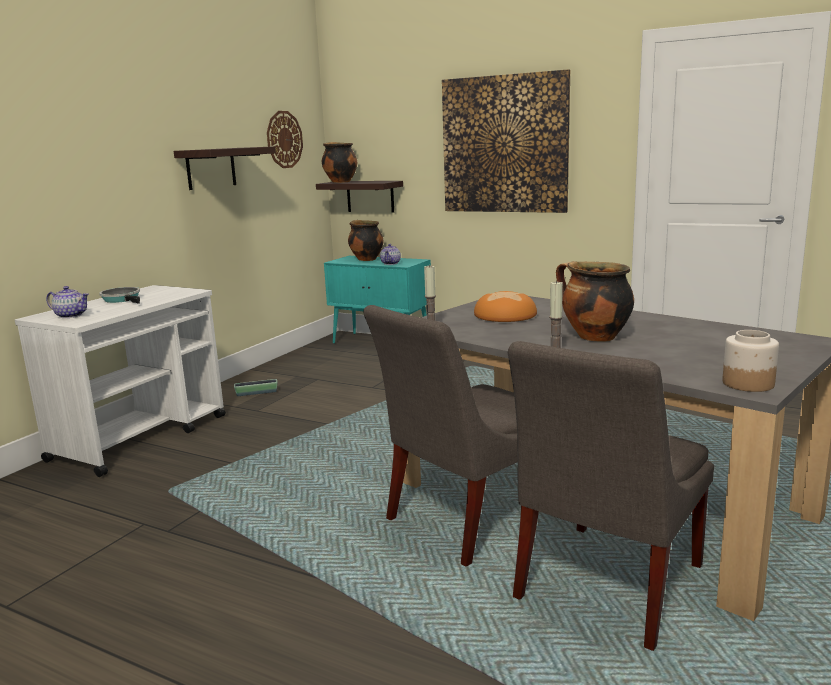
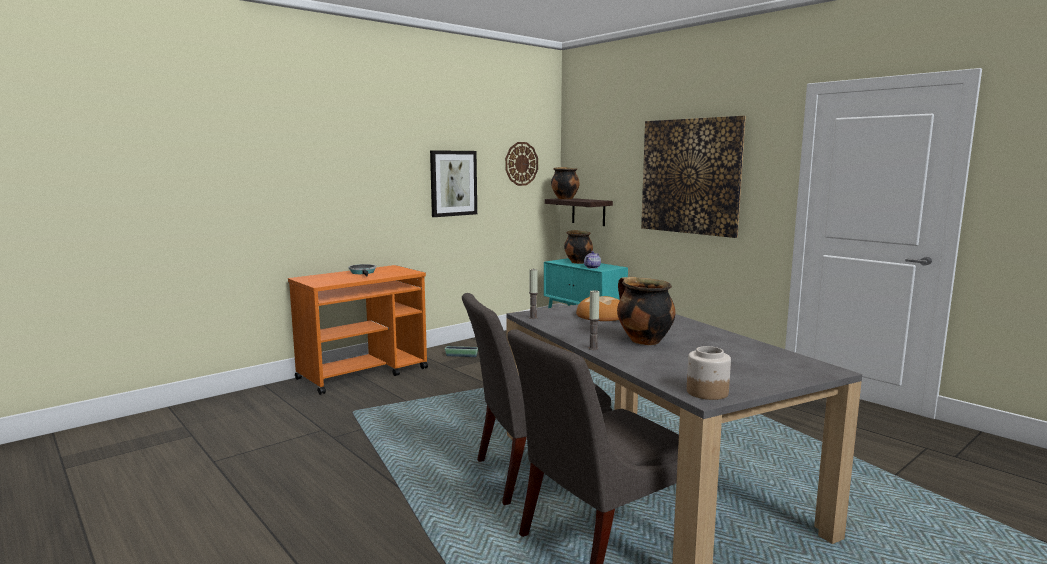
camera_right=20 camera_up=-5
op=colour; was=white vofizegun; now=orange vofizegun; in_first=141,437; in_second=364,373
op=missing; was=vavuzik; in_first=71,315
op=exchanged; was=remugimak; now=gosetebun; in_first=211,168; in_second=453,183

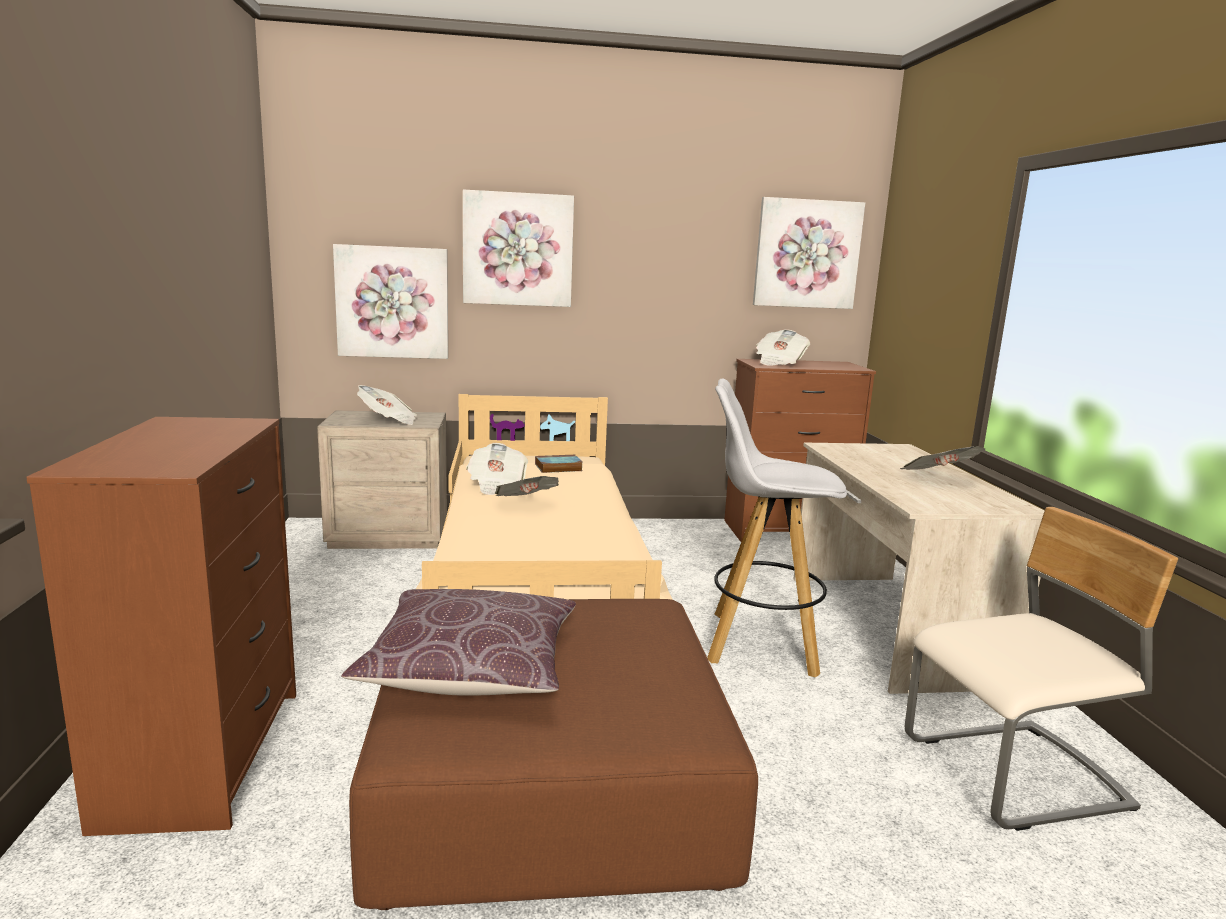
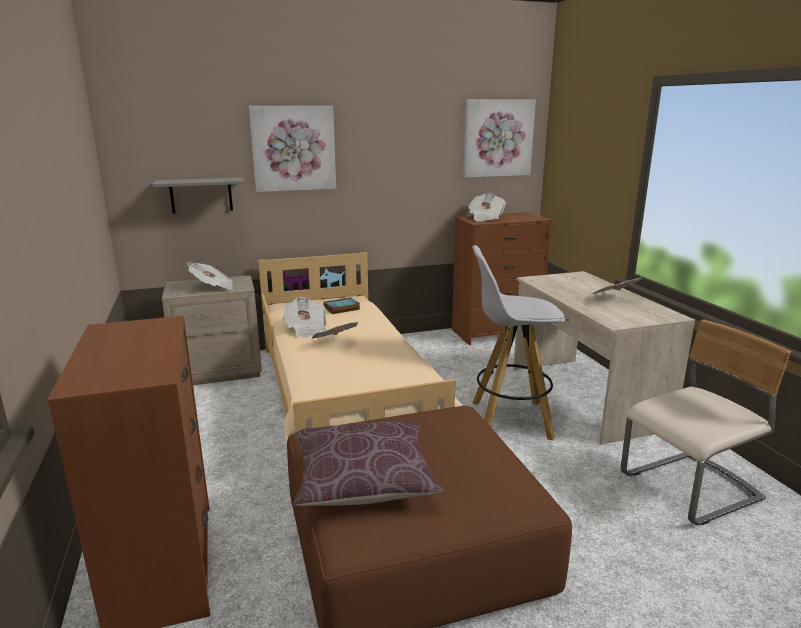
camera_right=-10 camera_up=5
op=exchanged; was=gosetebun; now=grey remugimak; in_first=393,302; in_second=201,195

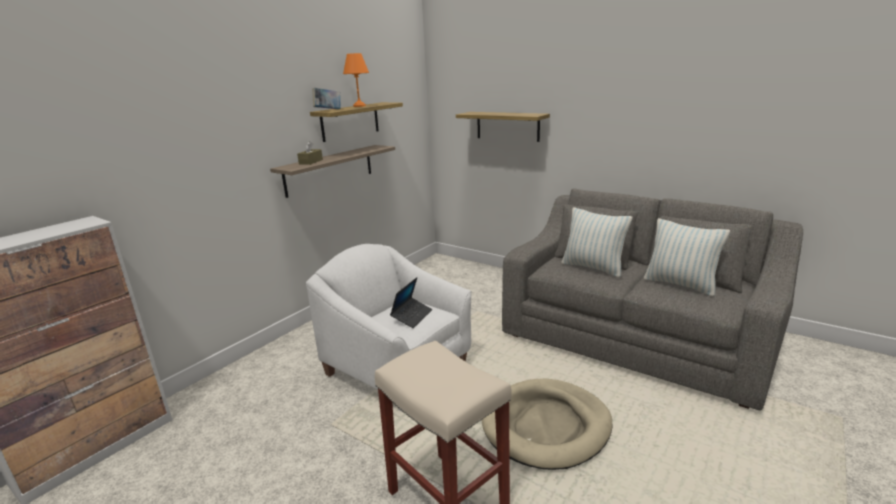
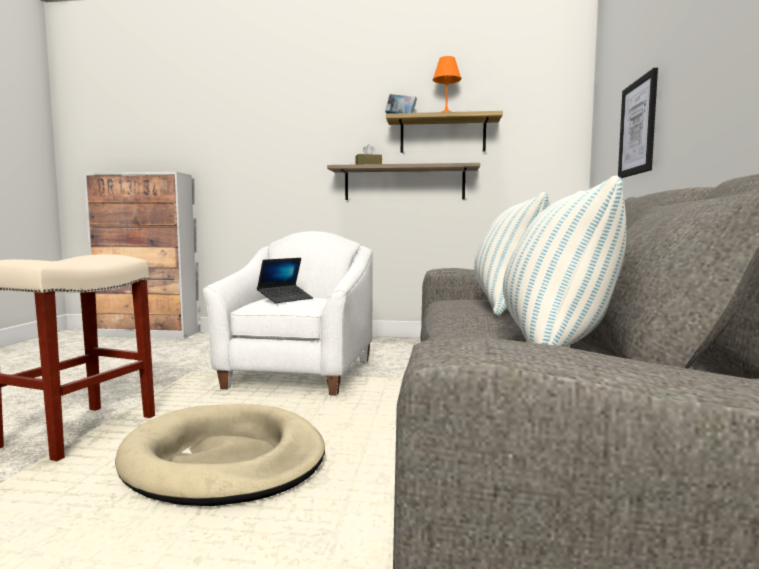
camera_right=60 camera_up=-15
op=spun; was=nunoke; in_first=412,316; in_second=285,299; clockwise=-45
op=exchanged; was=remugimak; now=gosetebun; in_first=507,126; in_second=638,127

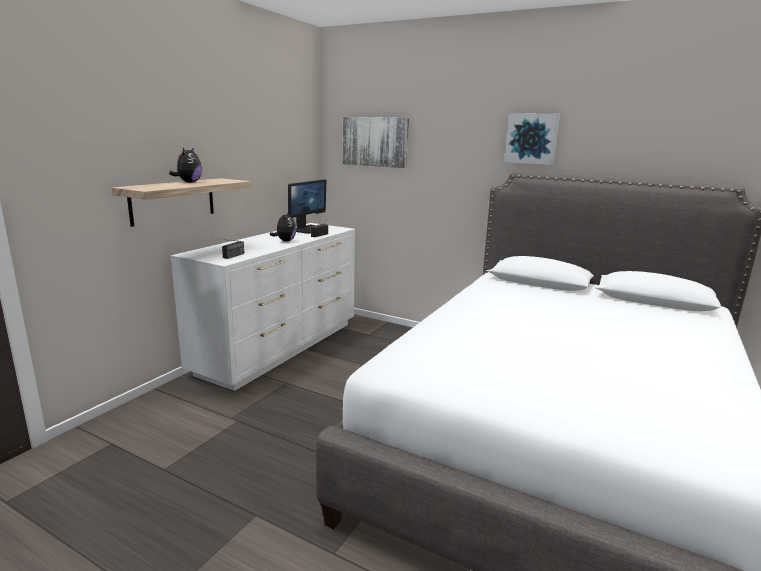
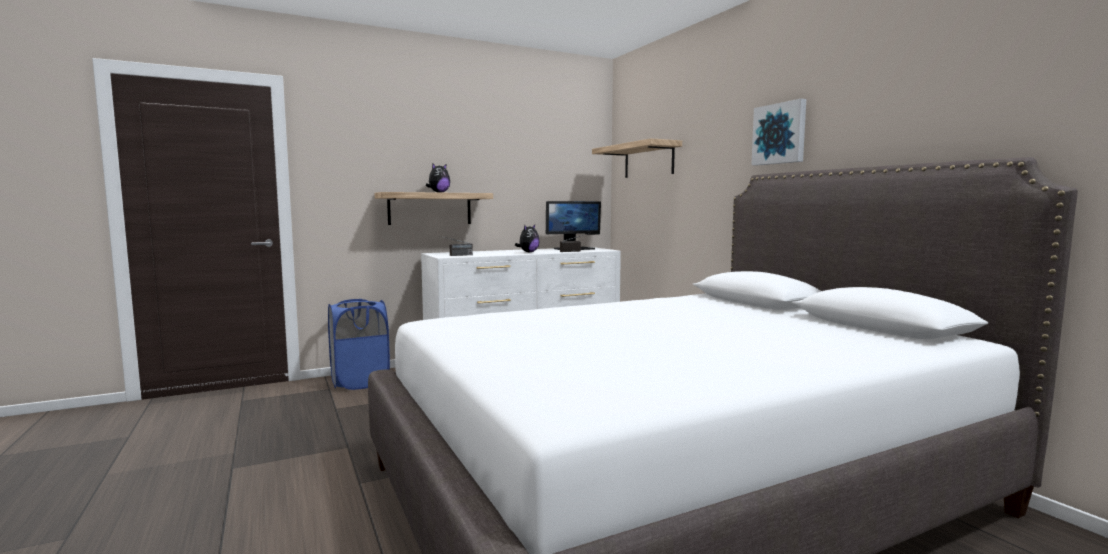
camera_right=35 camera_up=-10
op=exchanged; was=gosetebun; now=remugimak; in_first=375,141; in_second=648,160
op=appeared; now=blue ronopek; in_second=360,382

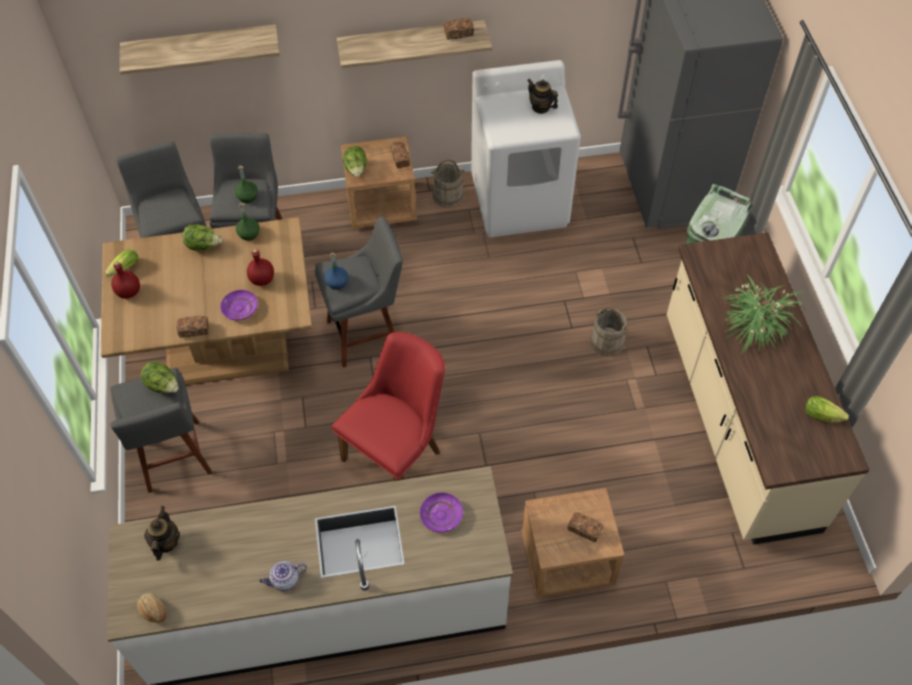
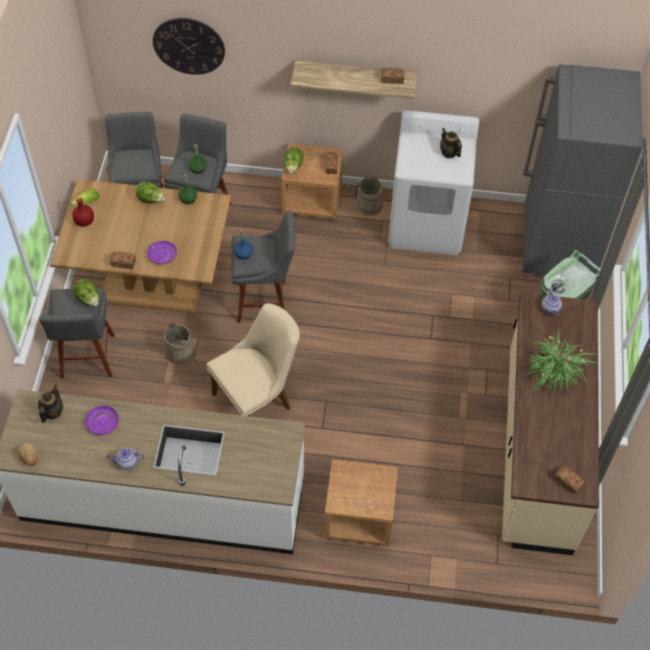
camera_right=15 camera_up=0
op=exchanged; was=remugimak; now=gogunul; in_first=202,47; in_second=189,46
op=missing; was=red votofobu; in_first=262,280
op=colour; was=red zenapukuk; now=beige zenapukuk; in_first=398,450; in_second=258,398
op=relocated; was=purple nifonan; in_first=441,515; in_second=103,423
op=relocated; was=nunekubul; in_first=584,530; in_second=568,482
op=relocated; was=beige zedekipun; in_first=607,341; in_second=180,352
op=missing; was=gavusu; in_first=824,416
op=appeared; now=vavuzik; in_second=550,309

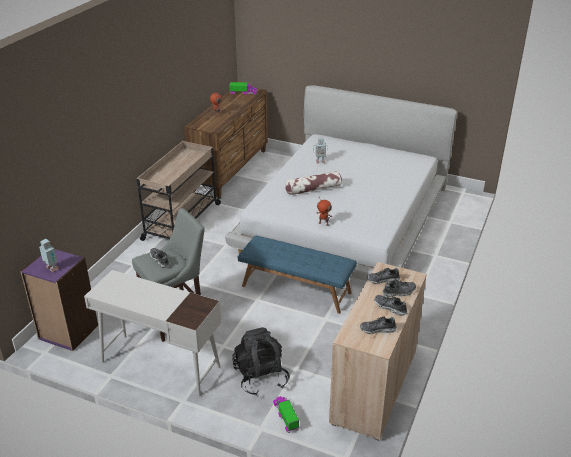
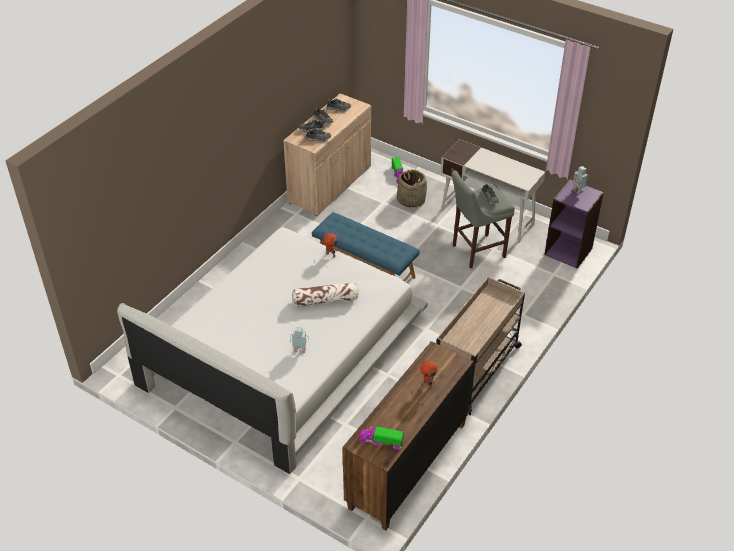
camera_right=-170 camera_up=10
op=exchanged; was=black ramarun; now=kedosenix; in_first=260,377; in_second=411,200

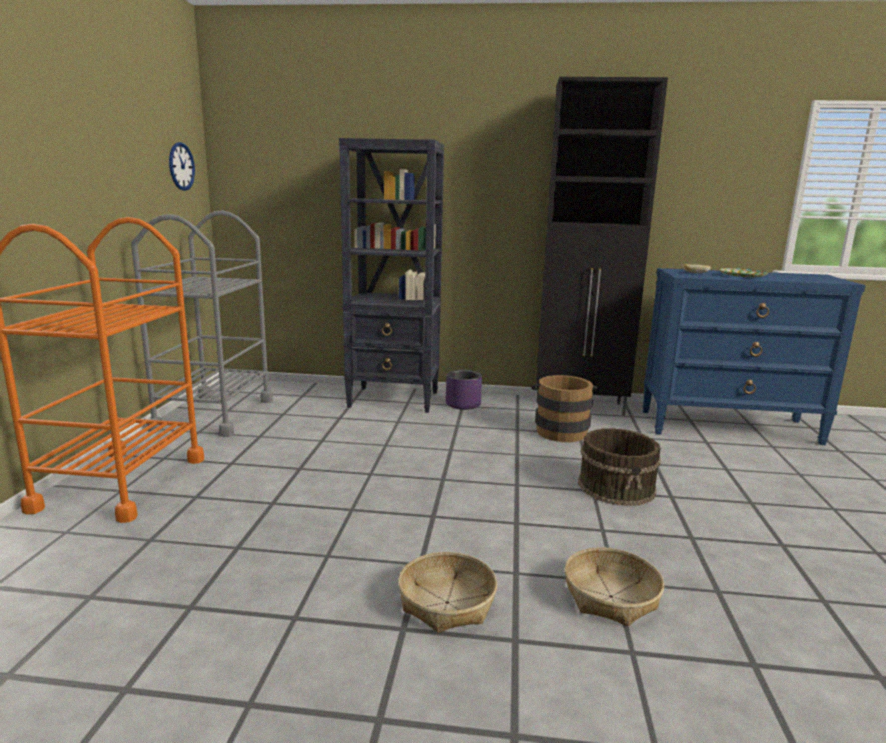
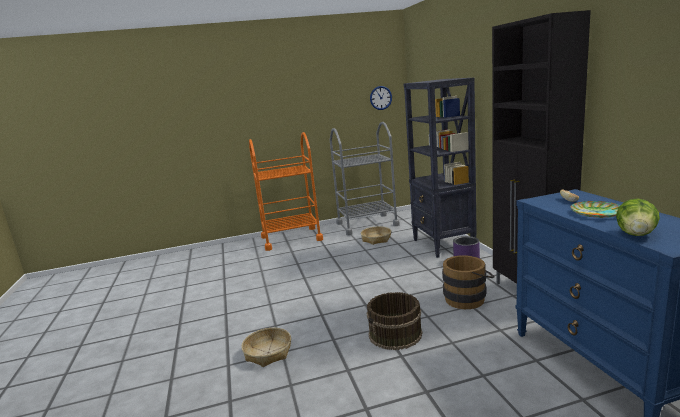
camera_right=70 camera_up=0
op=relocated; was=kedosenix; in_first=447,602; in_second=376,239
op=appeared; now=gavusu; in_second=636,234

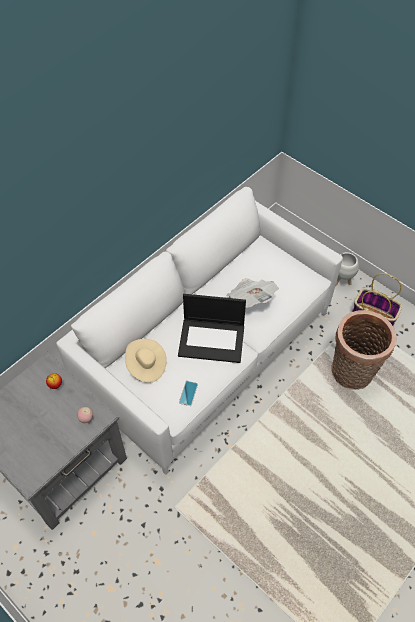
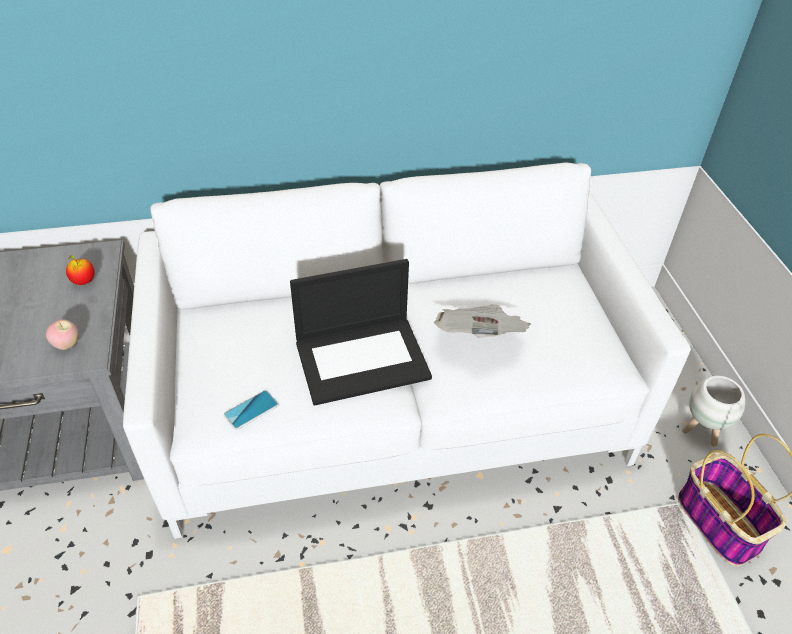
camera_right=35 camera_up=-10
op=missing; was=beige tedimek; in_first=146,366
op=spun; was=nunoke; in_first=212,340; in_second=363,358; clockwise=-60
op=missing; was=kedosenix; in_first=351,374

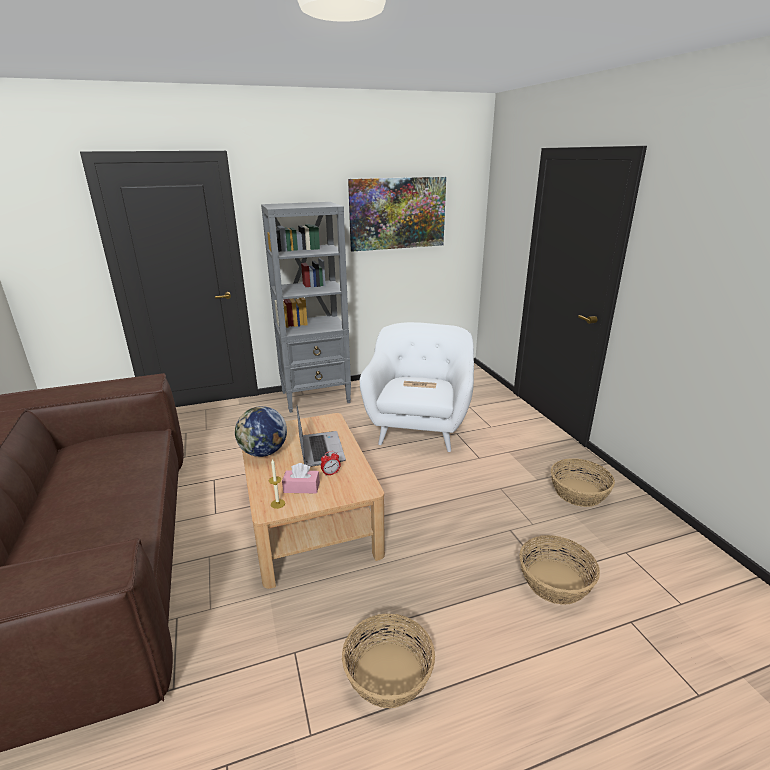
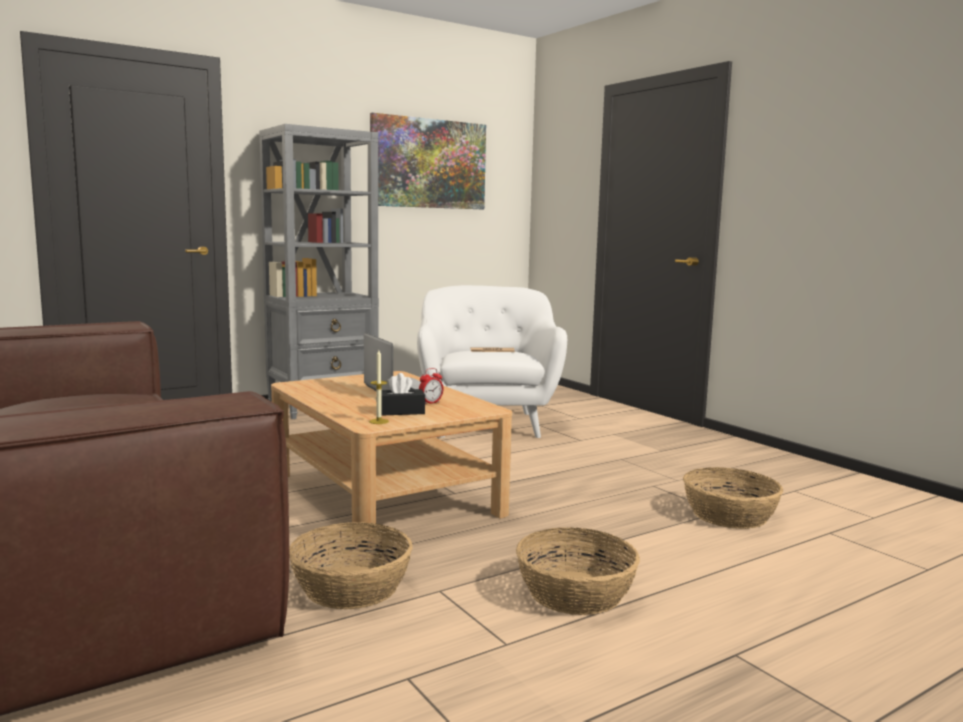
camera_right=-15 camera_up=-15
op=missing; was=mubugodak; in_first=263,452
op=colour; was=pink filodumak; now=black filodumak; in_first=301,487; in_second=400,412
op=relocated; was=kedosenix; in_first=578,493; in_second=350,587

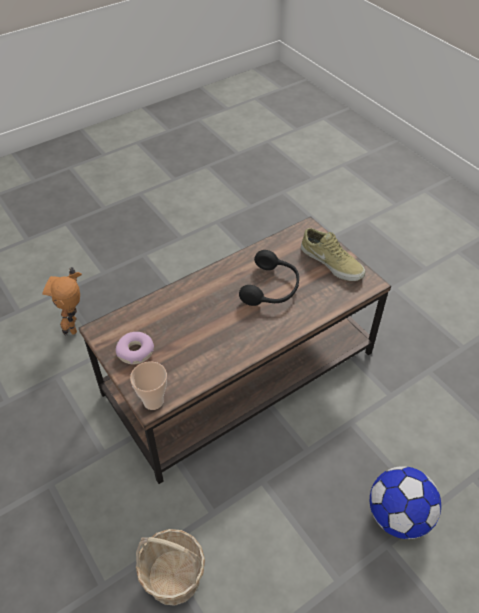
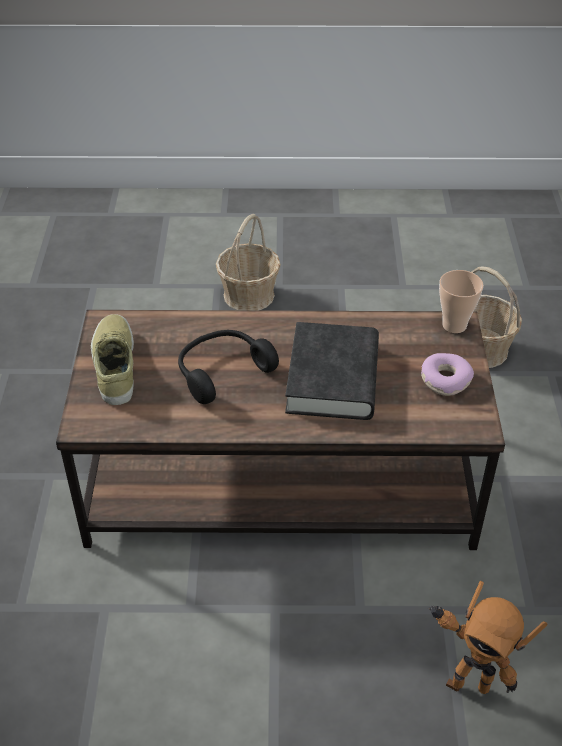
camera_right=-145 camera_up=-5
op=spun; was=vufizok; in_first=77,326; in_second=467,681; clockwise=75
op=exchanged; was=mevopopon; now=kedosenix; in_first=398,516; in_second=249,295
op=appeared; now=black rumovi; in_second=333,379

